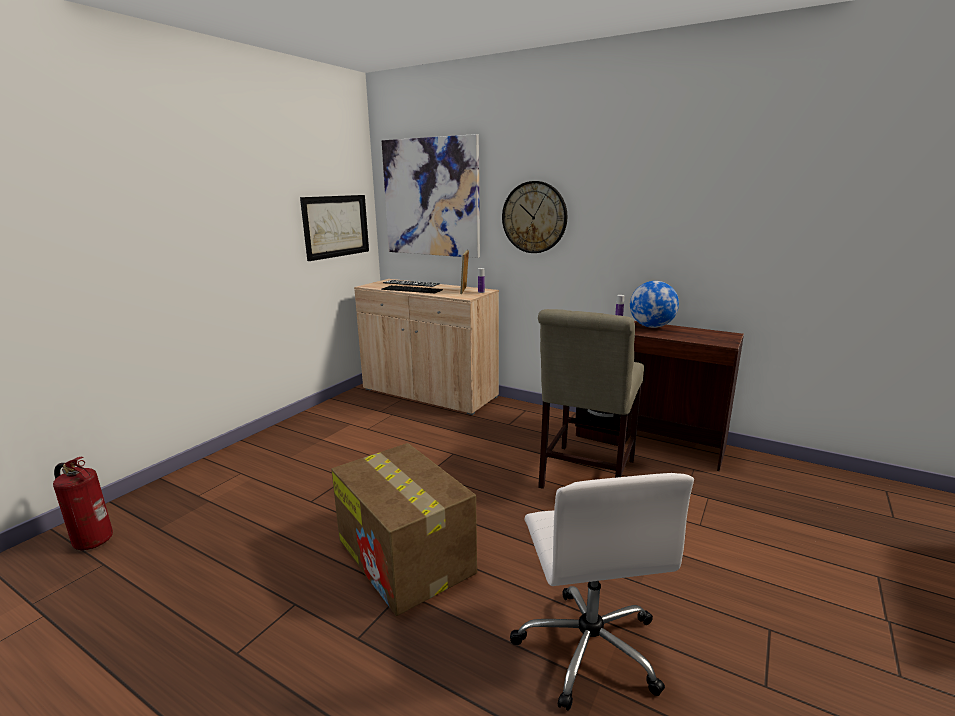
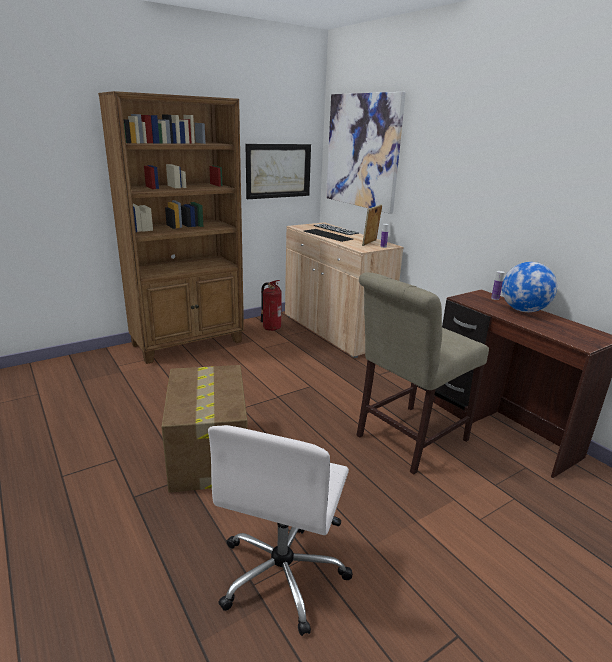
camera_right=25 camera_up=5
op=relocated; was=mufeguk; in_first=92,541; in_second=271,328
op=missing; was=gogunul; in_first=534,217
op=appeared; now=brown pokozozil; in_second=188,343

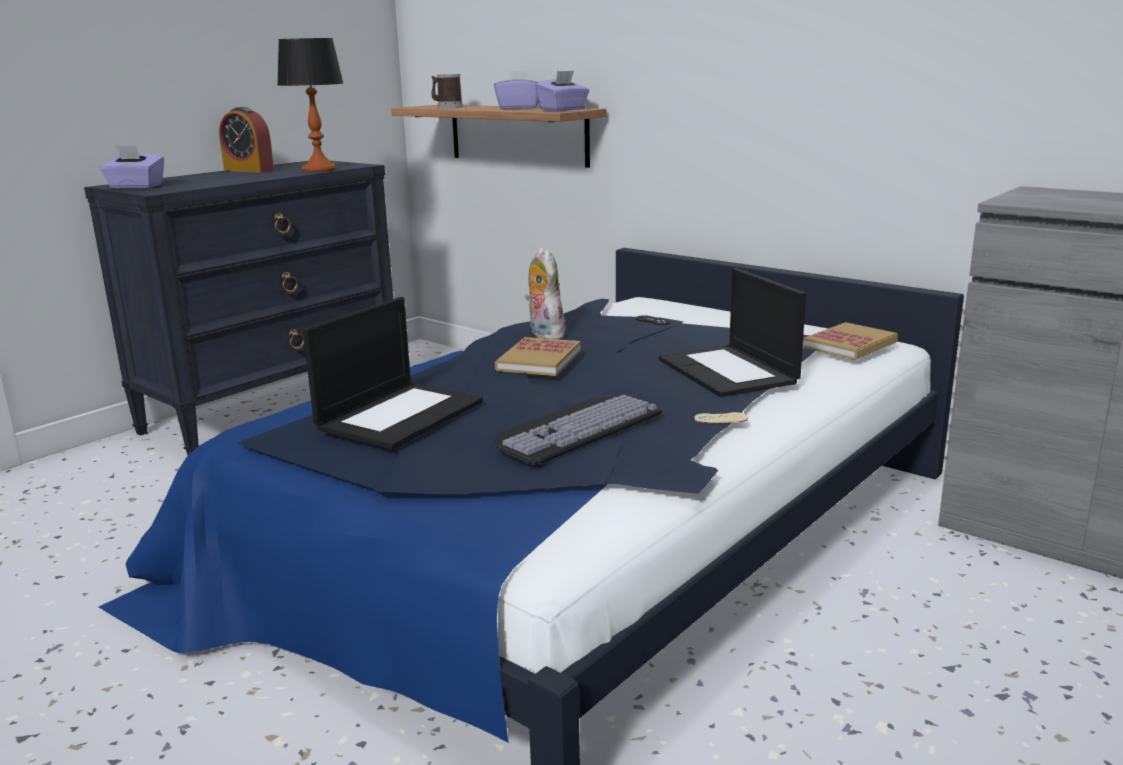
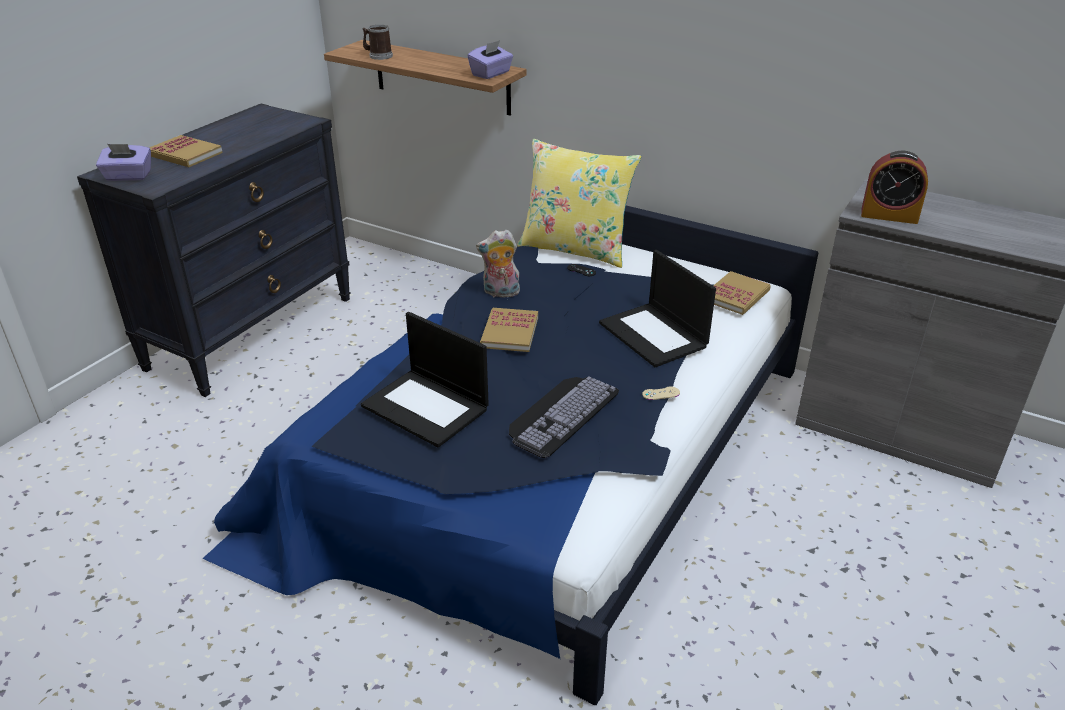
camera_right=-10 camera_up=15
op=relocated; was=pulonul; in_first=249,170; in_second=889,215
op=missing; was=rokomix; in_first=320,169
op=spun; was=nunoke; in_first=400,414; in_second=427,407; clockwise=105
op=missing; was=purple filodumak; in_first=518,108
op=spun; was=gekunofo; in_first=543,334; in_second=500,293; clockwise=-60
op=appeared; now=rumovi; in_second=185,154
op=appeared; now=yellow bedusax; in_second=575,249

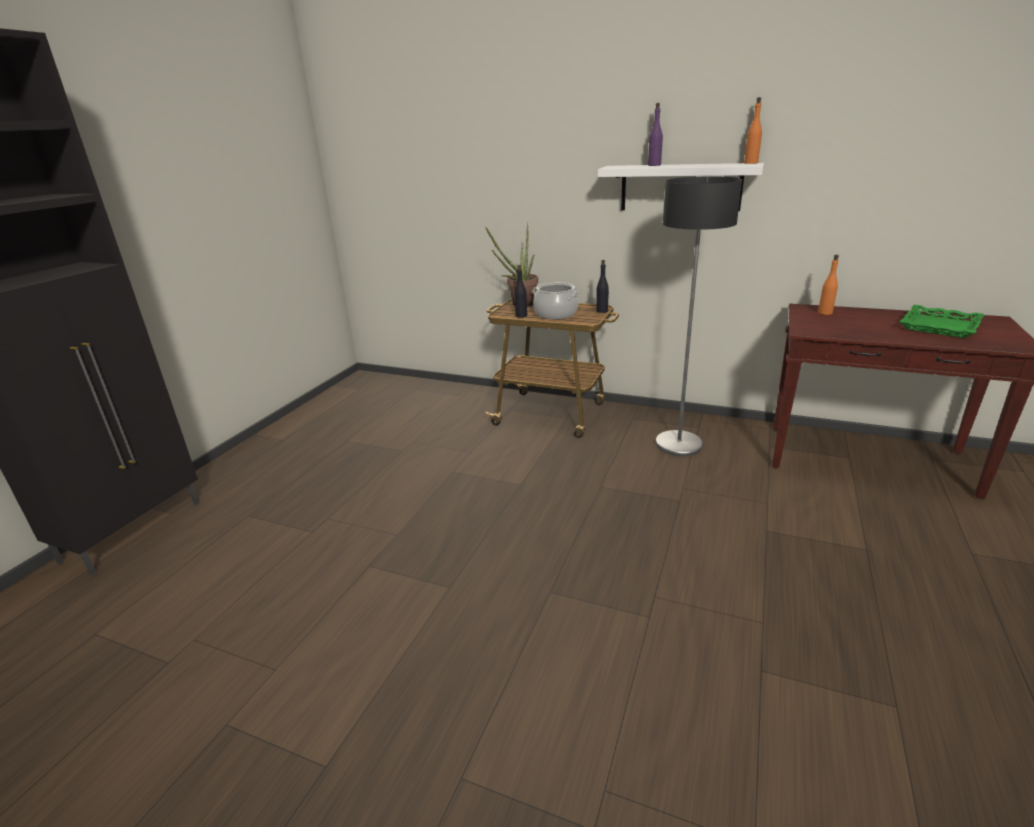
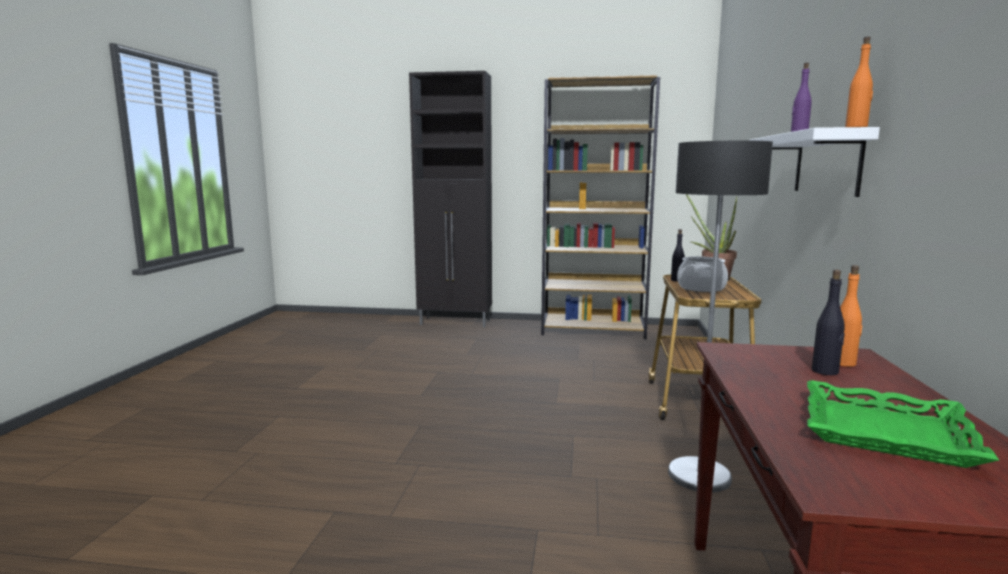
camera_right=75 camera_up=-15
op=relocated; was=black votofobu; in_first=602,311; in_second=825,371
op=appeared; now=brown pokozozil; in_second=593,330

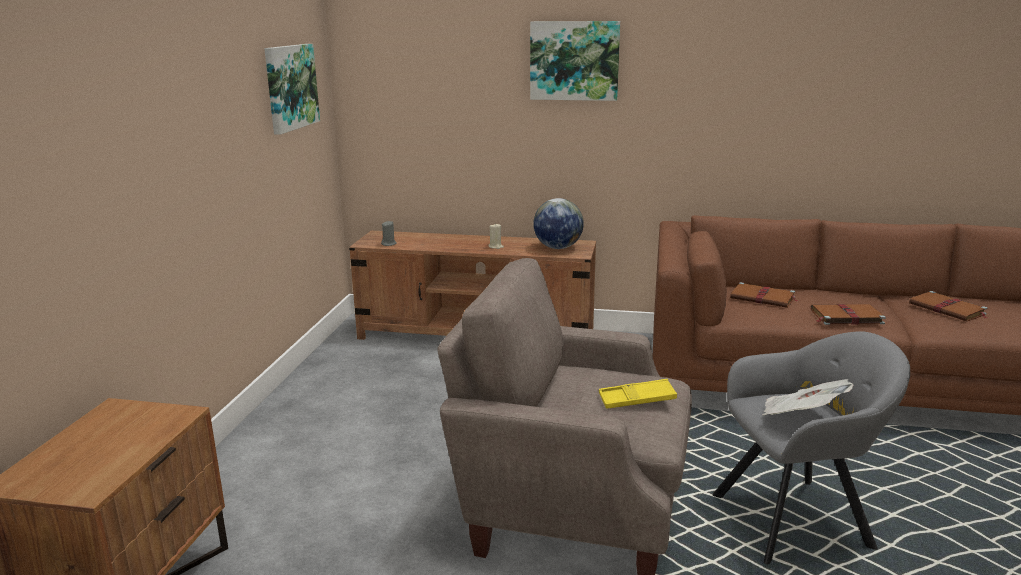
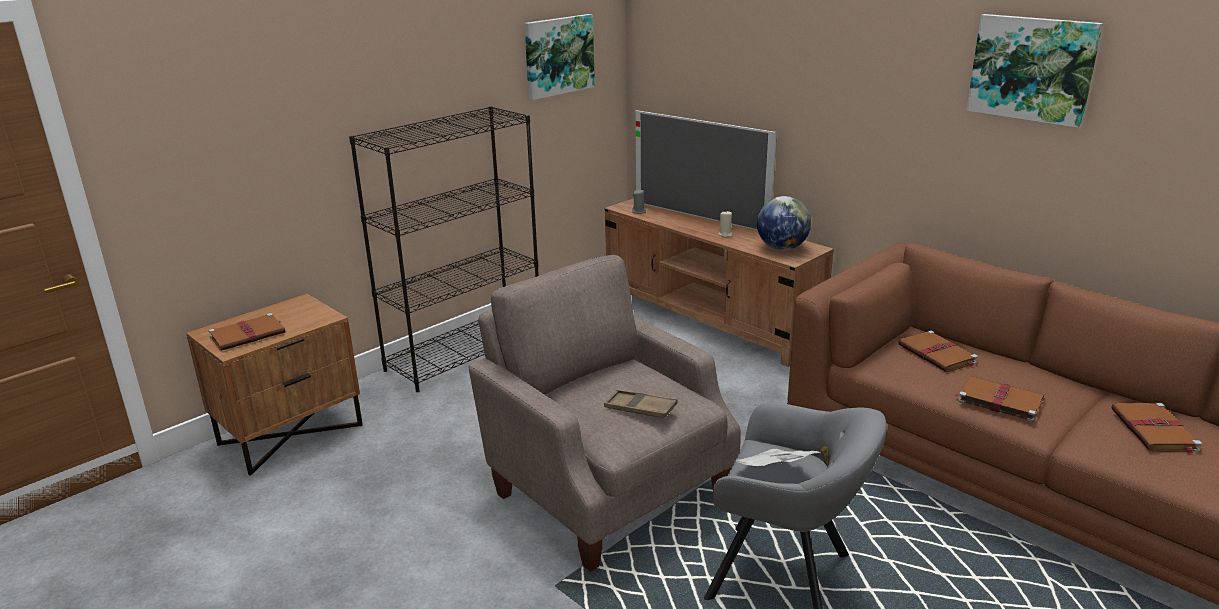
camera_right=35 camera_up=5
op=relocated; was=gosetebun; in_first=574,60; in_second=1032,68
op=colour; was=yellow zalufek; now=brown zalufek; in_first=637,399; in_second=640,408
op=appeared; now=brown rumovi; in_second=249,334
op=appeared; now=black pokozozil; in_second=465,353
op=appeared; now=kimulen; in_second=699,216

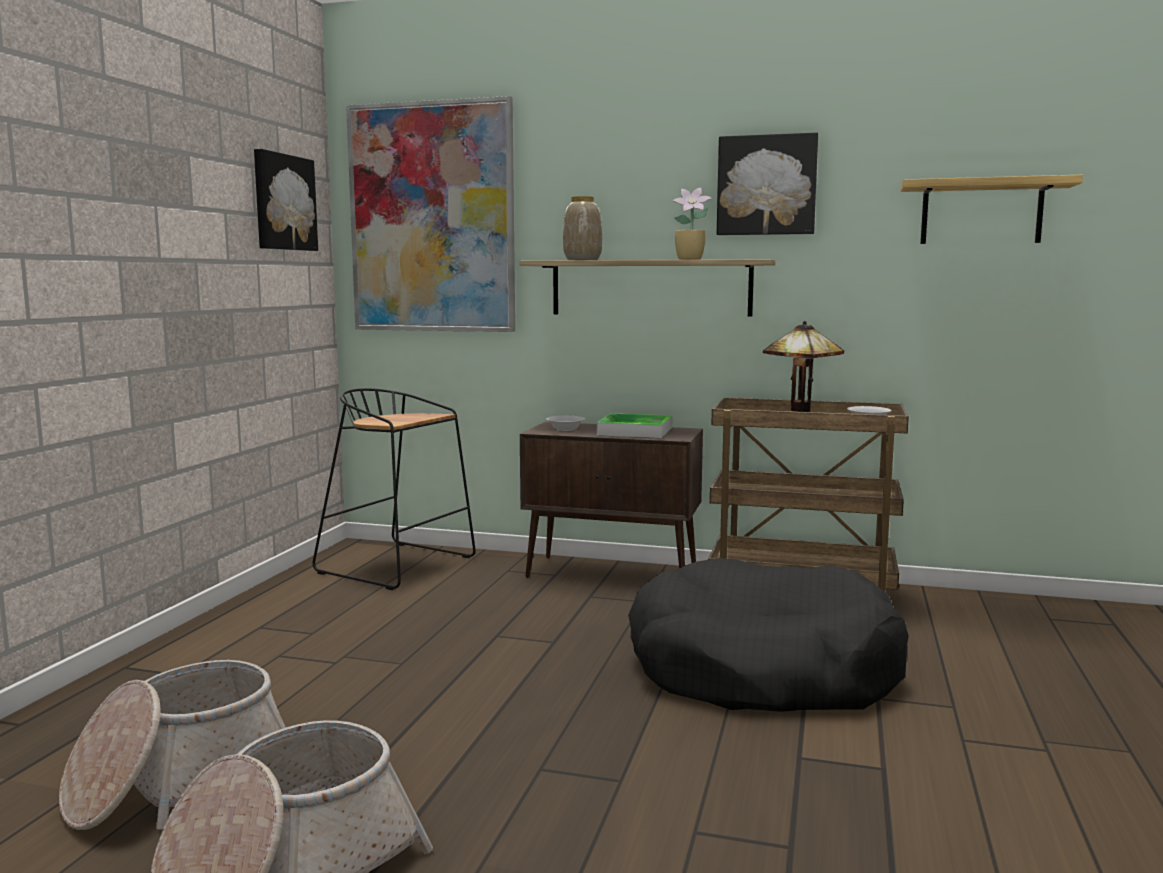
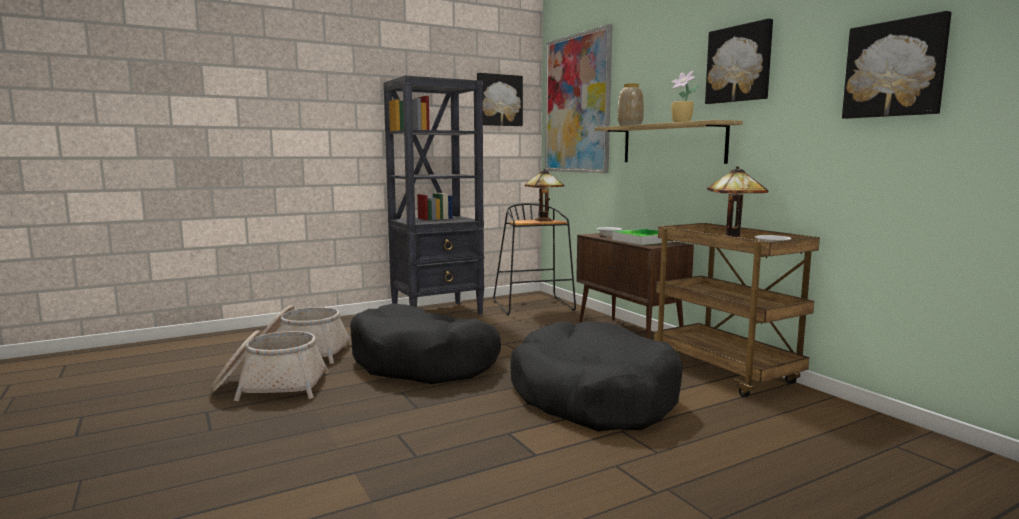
camera_right=45 camera_up=0
op=exchanged; was=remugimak; now=gosetebun; in_first=981,212; in_second=895,69
op=appeared; now=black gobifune; in_second=424,363
op=appeared; now=black pokozozil; in_second=438,312
op=appeared; now=rokomix; in_second=545,220

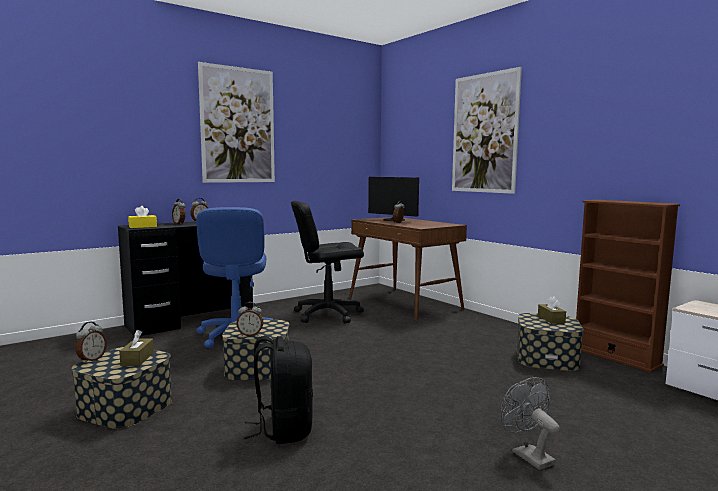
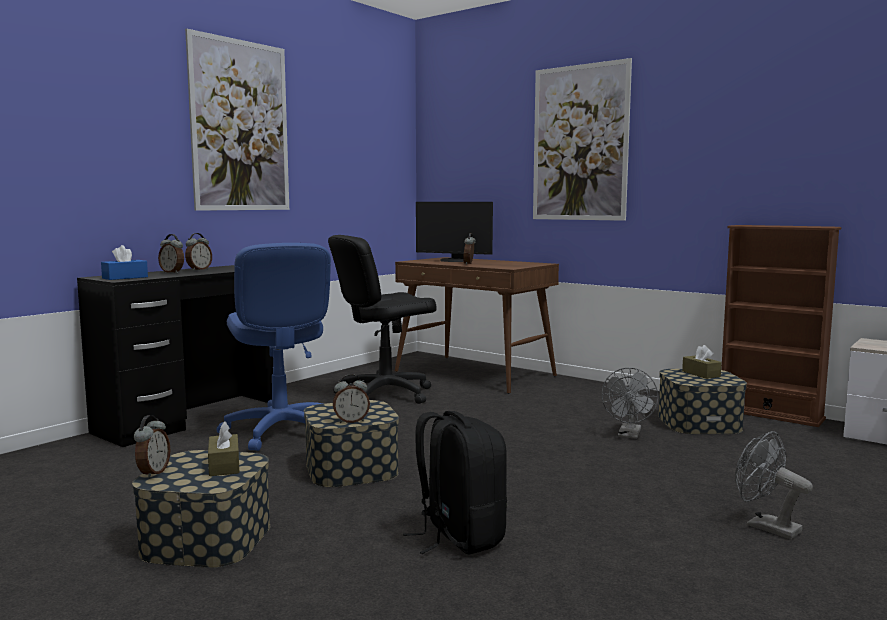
camera_right=-15 camera_up=0
op=colour; was=yellow filodumak; now=blue filodumak; in_first=143,226; in_second=125,277
op=appeared; now=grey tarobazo; in_second=629,435

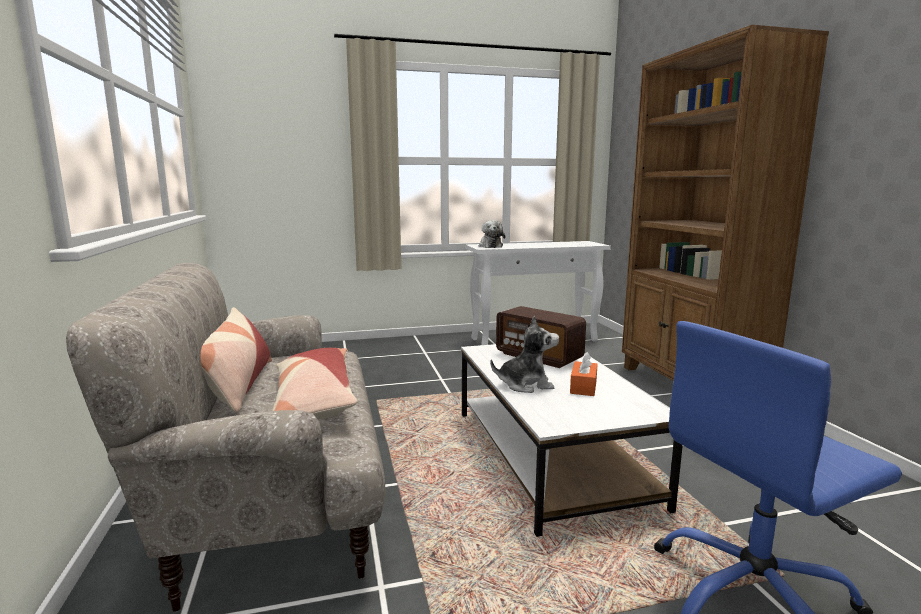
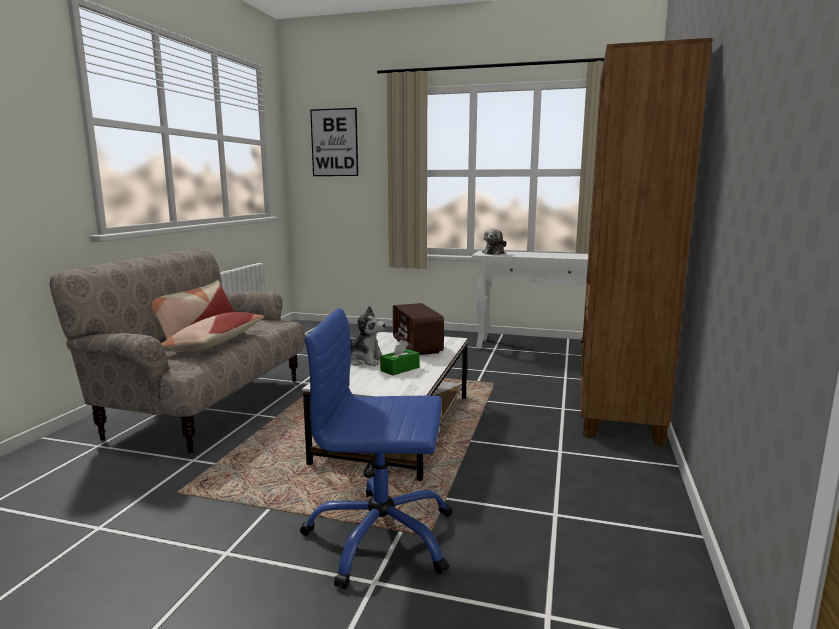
camera_right=30 camera_up=0
op=colour; was=orange filodumak; now=green filodumak; in_first=583,387; in_second=400,369
op=appeared; now=gosetebun; in_second=334,142

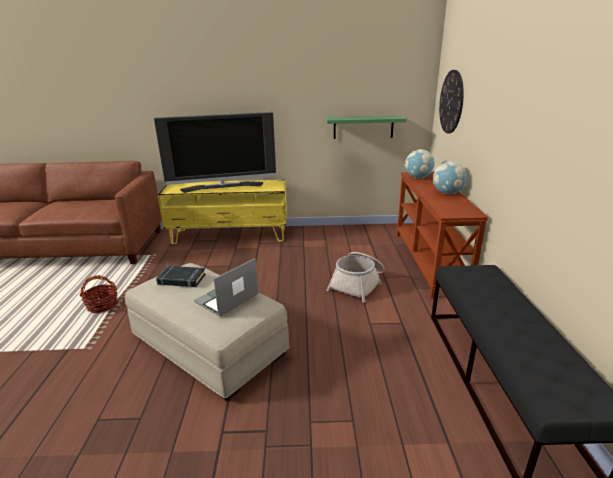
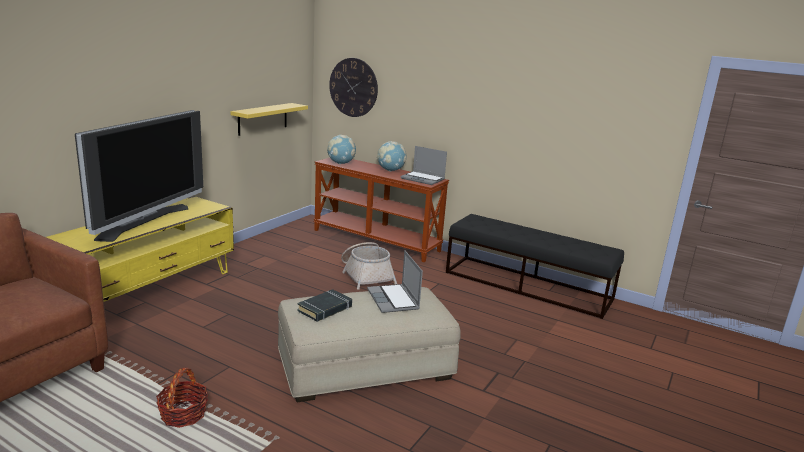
camera_right=-60 camera_up=-5
op=colour; was=green remugimak; now=yellow remugimak; in_first=363,127; in_second=263,119
op=appeared; now=nunoke; in_second=423,179

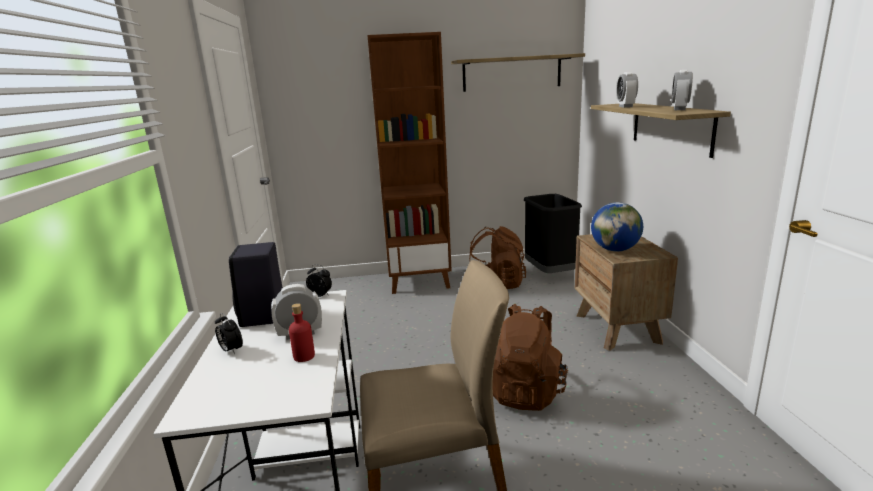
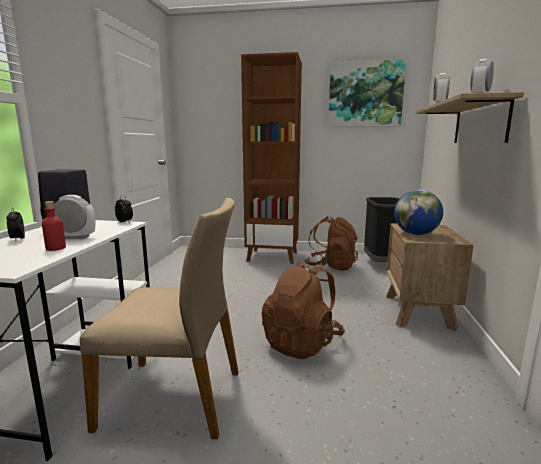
camera_right=15 camera_up=-5
op=exchanged; was=remugimak; now=gosetebun; in_first=512,73; in_second=365,94

